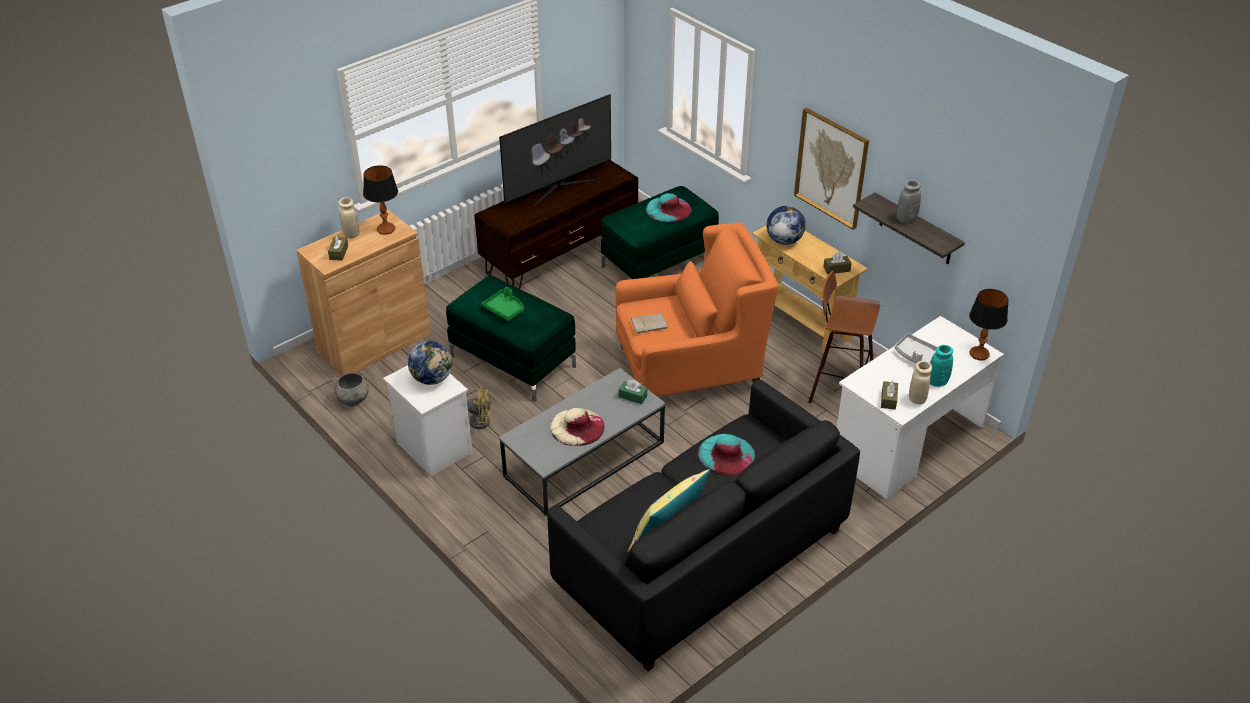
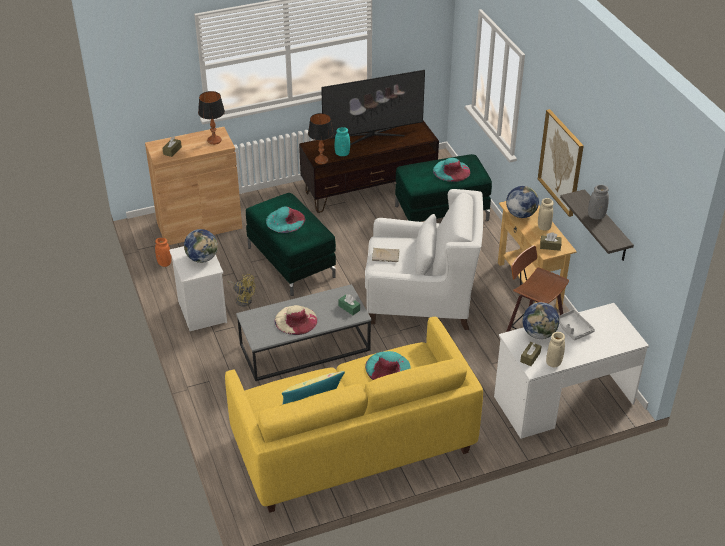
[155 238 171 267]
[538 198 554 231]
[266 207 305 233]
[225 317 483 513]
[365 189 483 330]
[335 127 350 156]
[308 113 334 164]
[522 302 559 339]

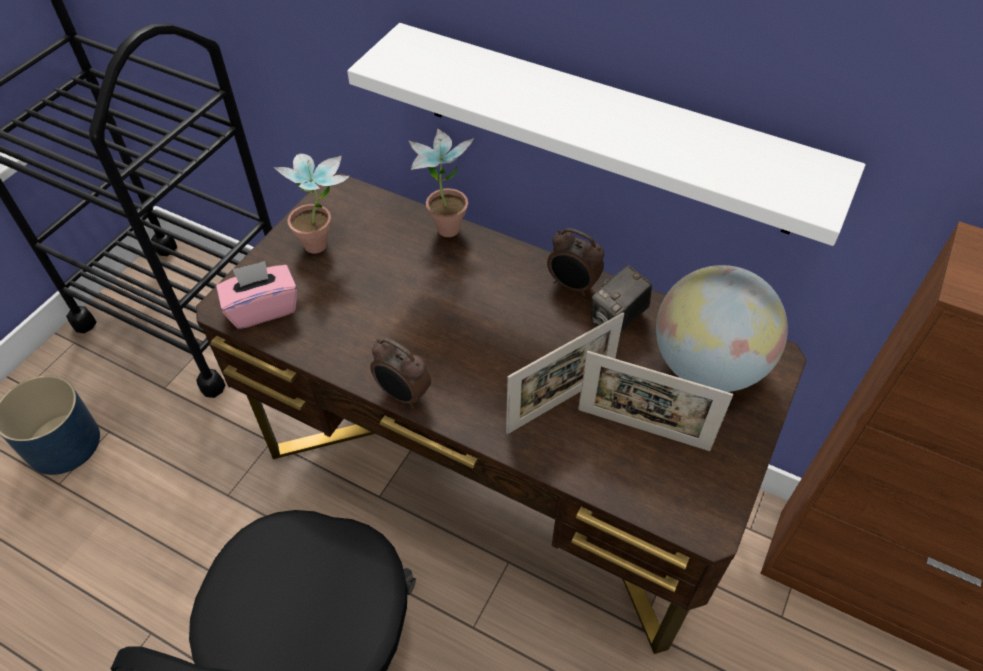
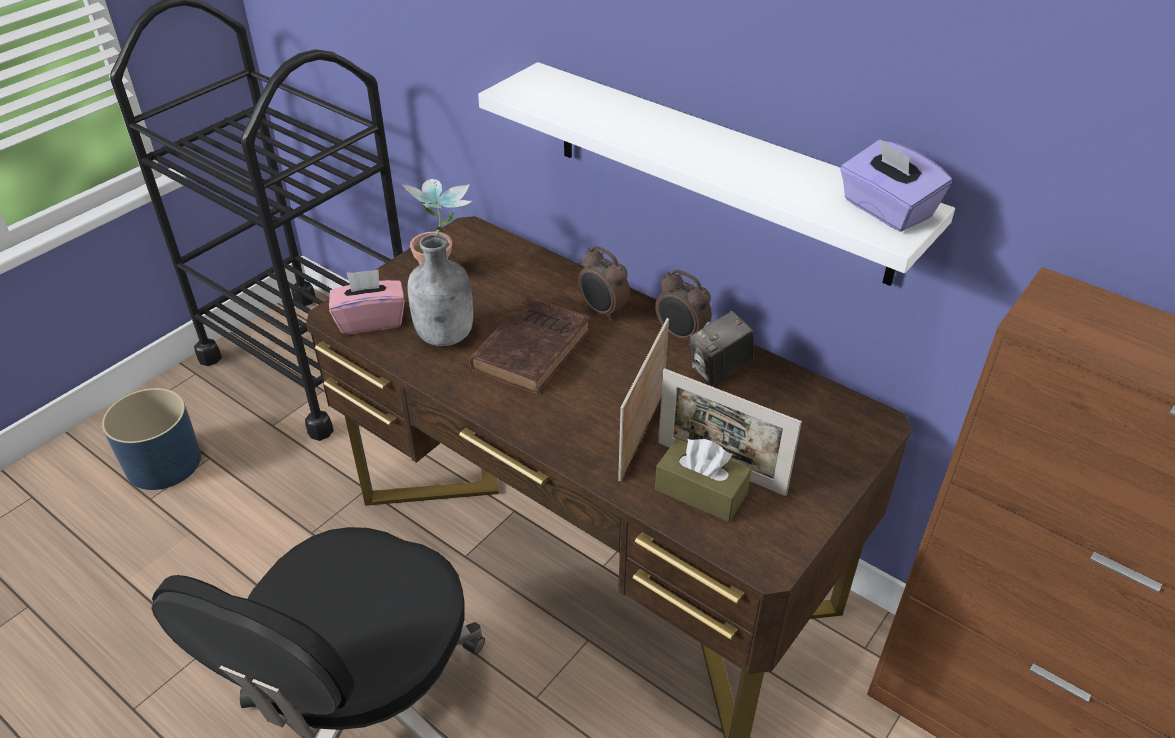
[578 246 630 321]
[408 128 474 237] (first image)
[618 318 669 481]
[656 265 788 392] (first image)
[408 234 473 346]
[469 296 591 394]
[655 439 751 522]
[840 139 952 232]

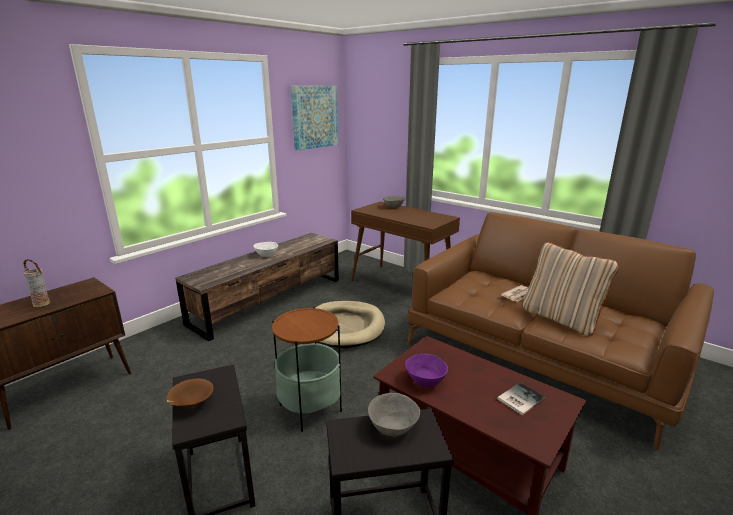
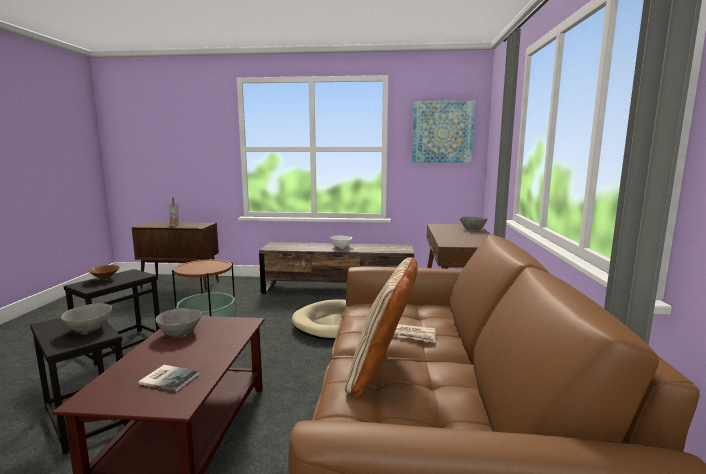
[156 308 202 337]

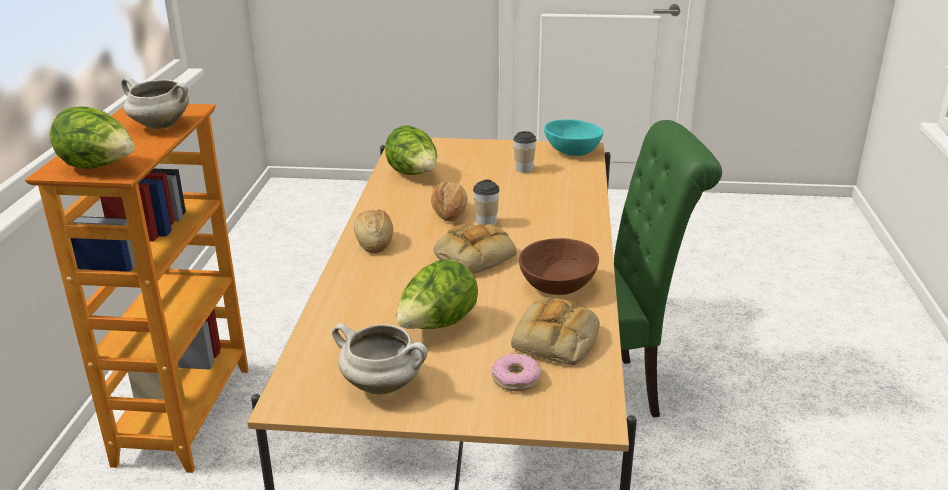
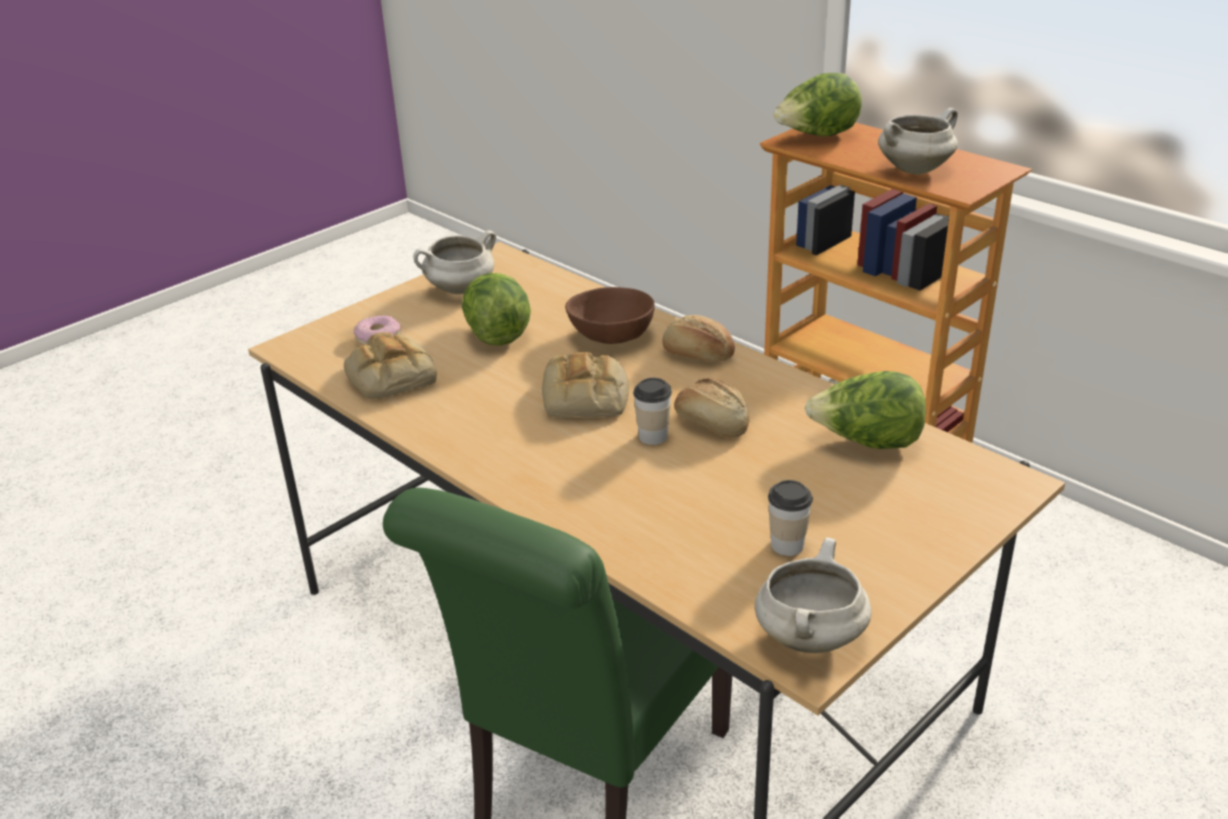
[565 287 655 344]
[755 537 871 653]

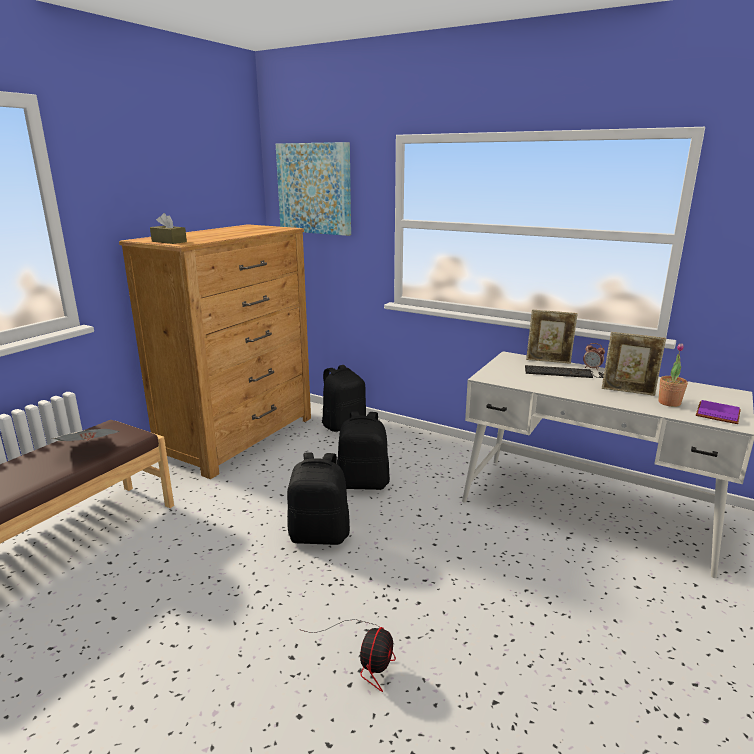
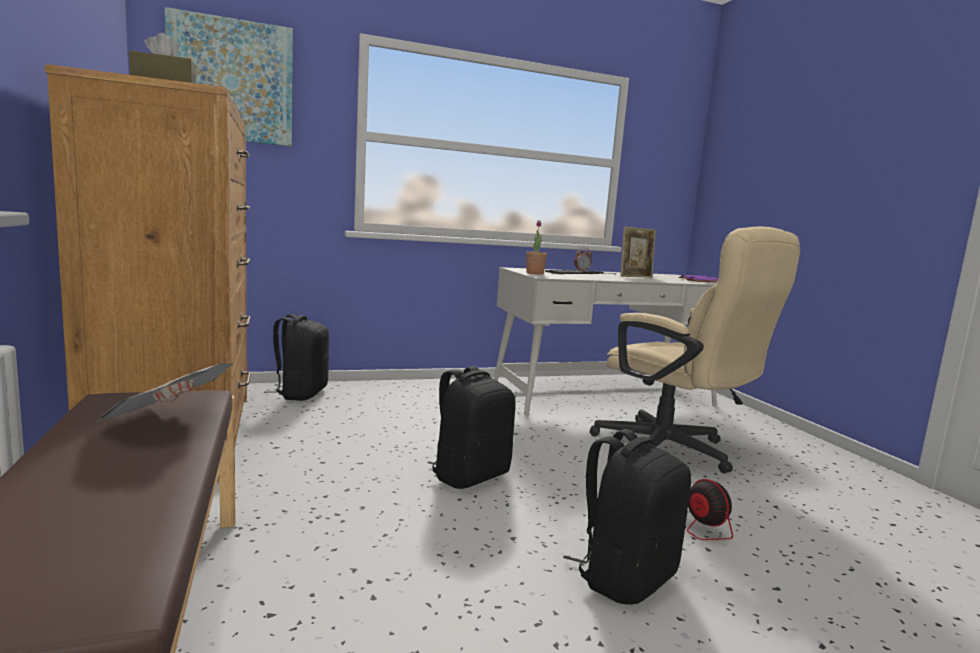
[563 429 691 605]
[526 310 578 364] (first image)
[526 221 547 274]
[590 227 800 473]

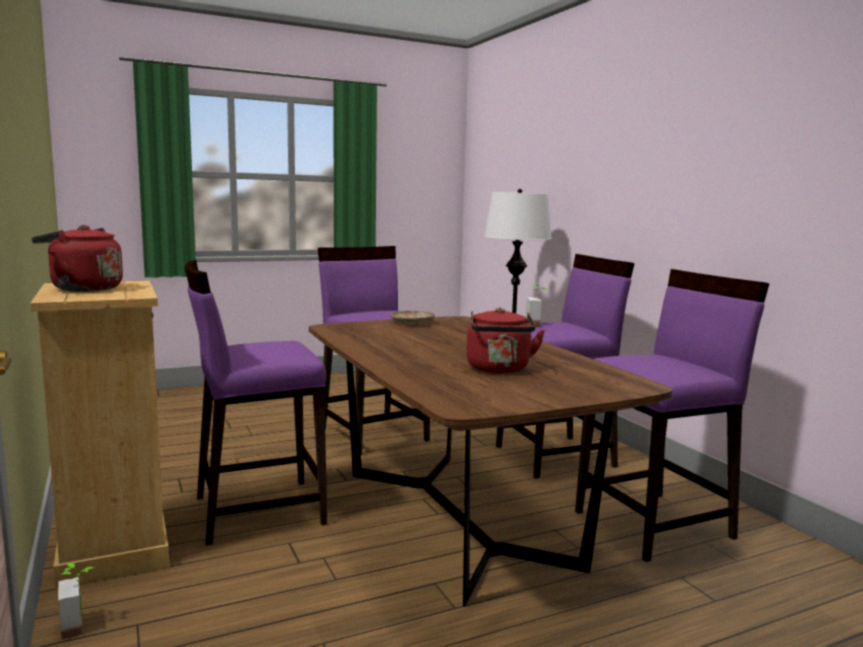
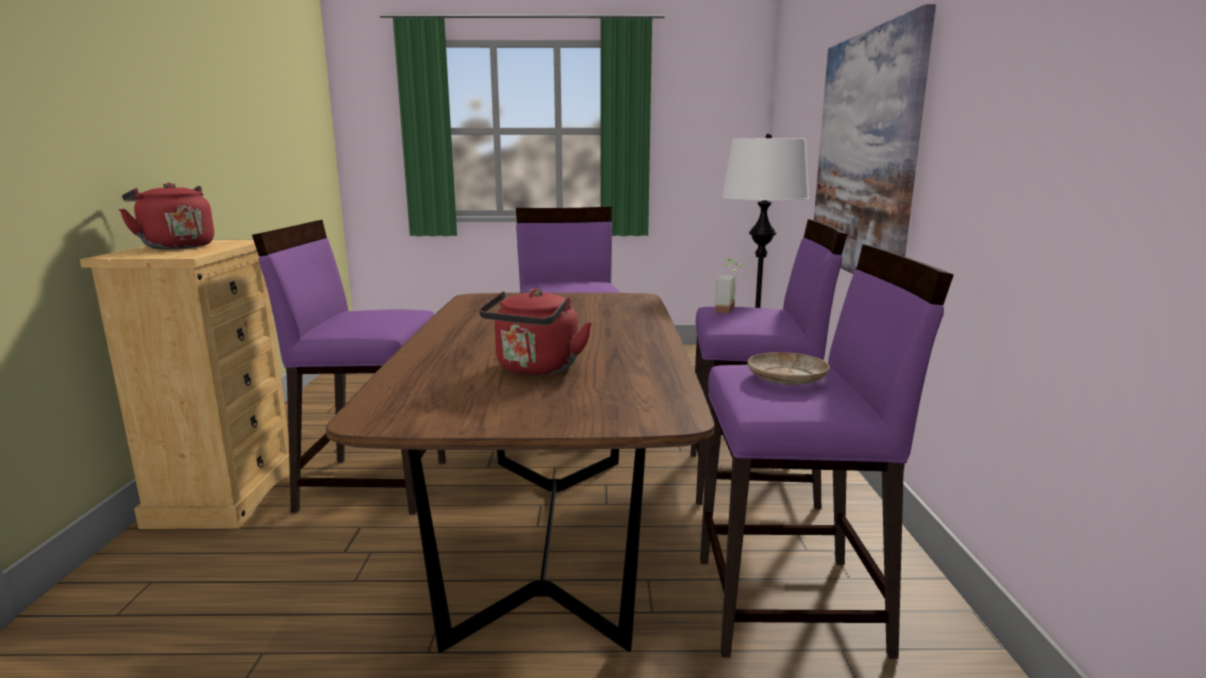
[58 563 95 640] (first image)
[748 352 830 385]
[814 4 936 274]

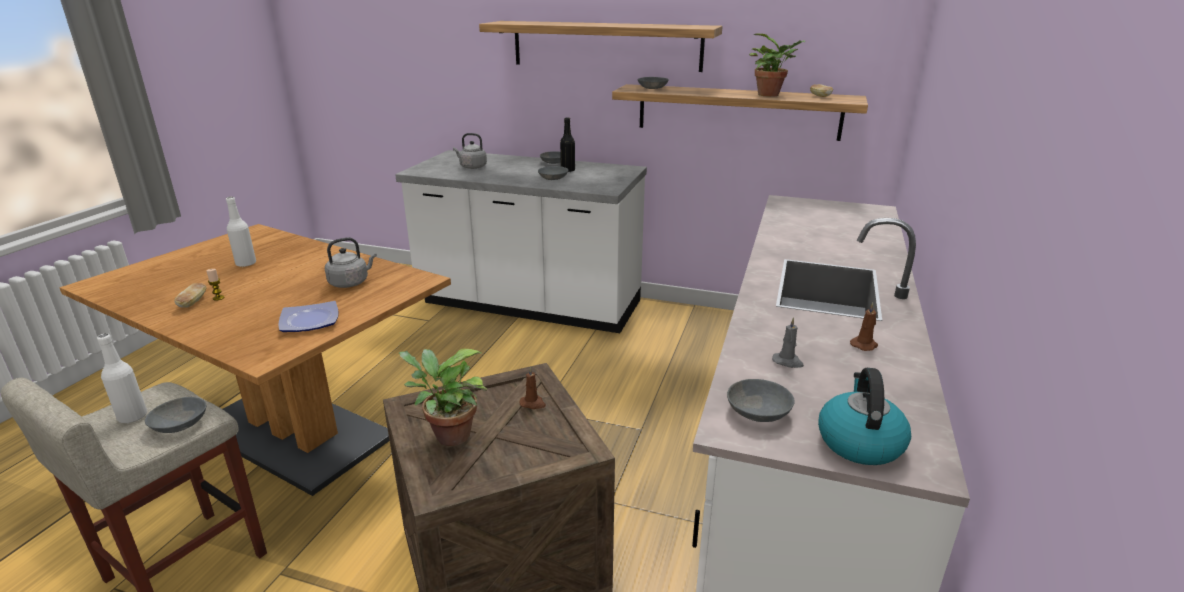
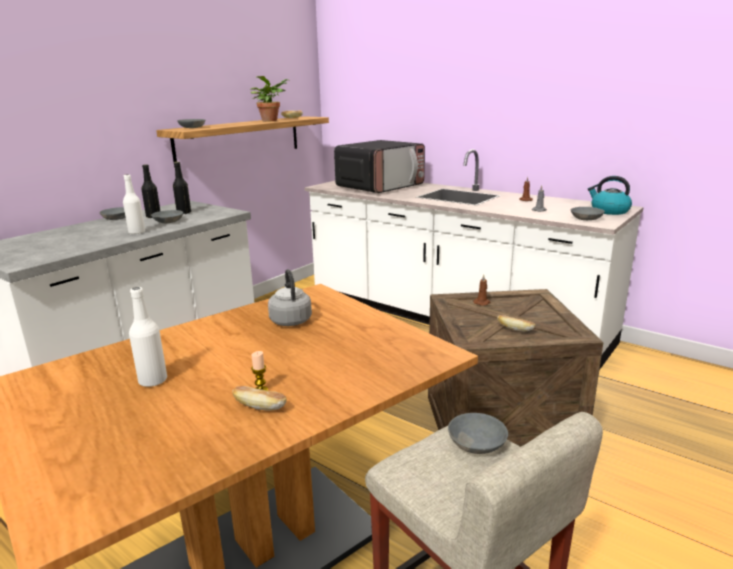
[123 174 145 234]
[278 301 339 332] (first image)
[497 315 535 331]
[453 133 487 169] (first image)
[479 21 723 72] (first image)
[173 162 191 214]
[334 140 425 193]

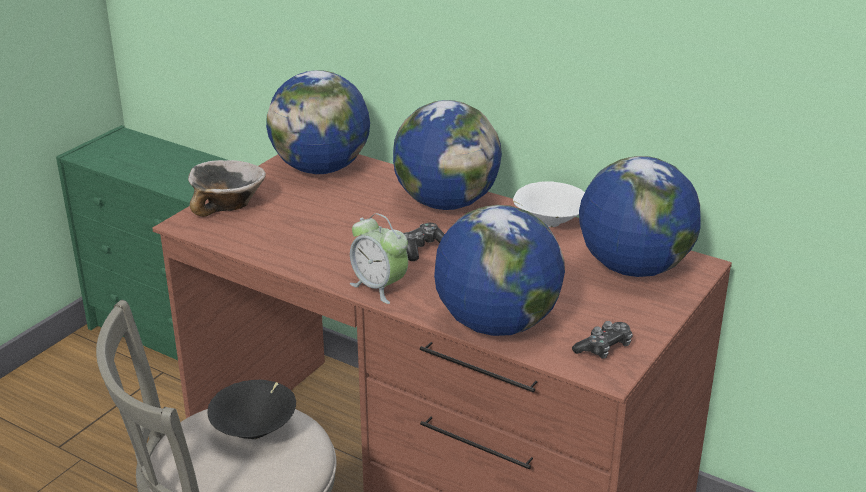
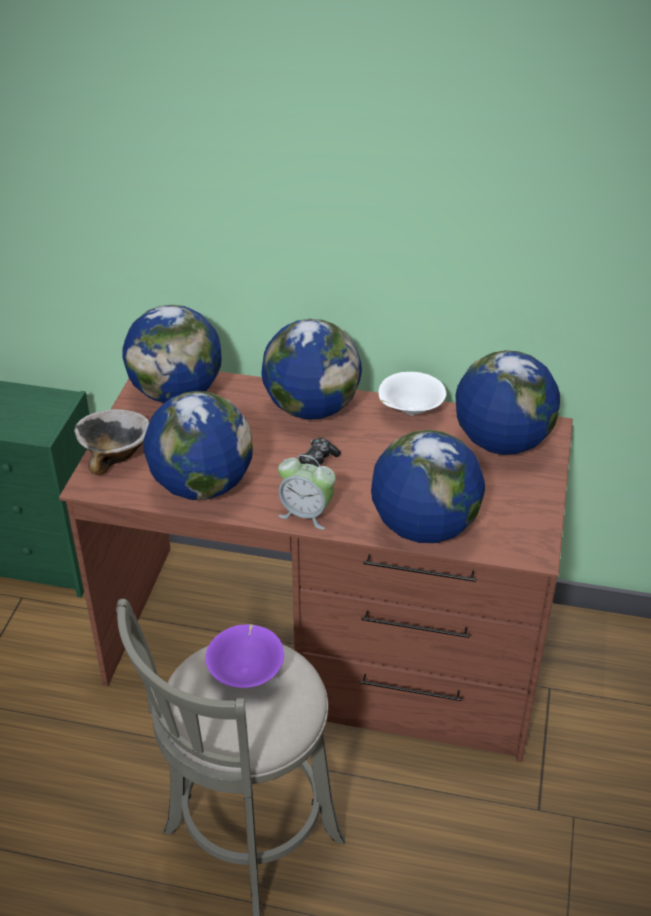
[205 624 284 688]
[572 321 633 359] (first image)
[143 391 253 500]

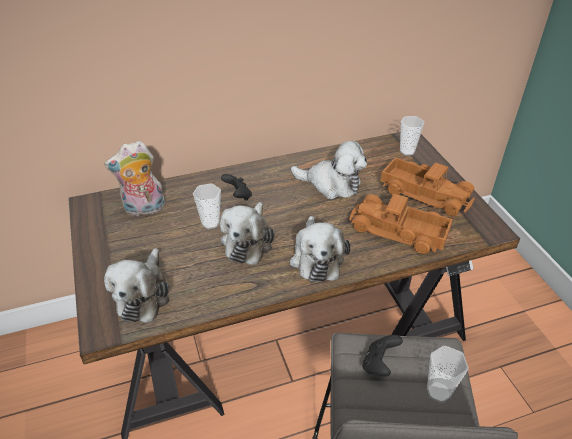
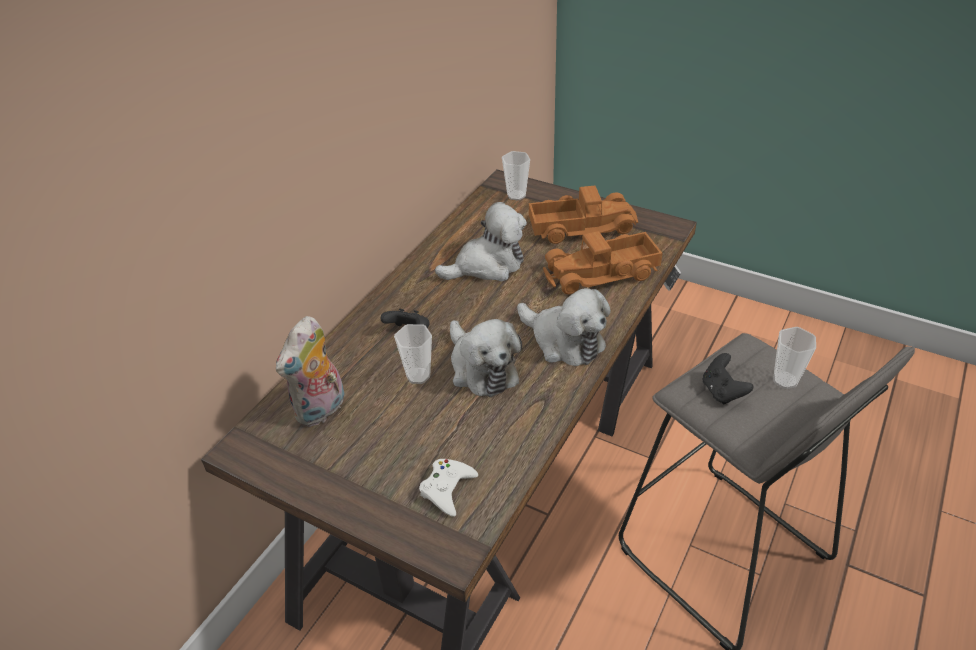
[419 459 478 517]

